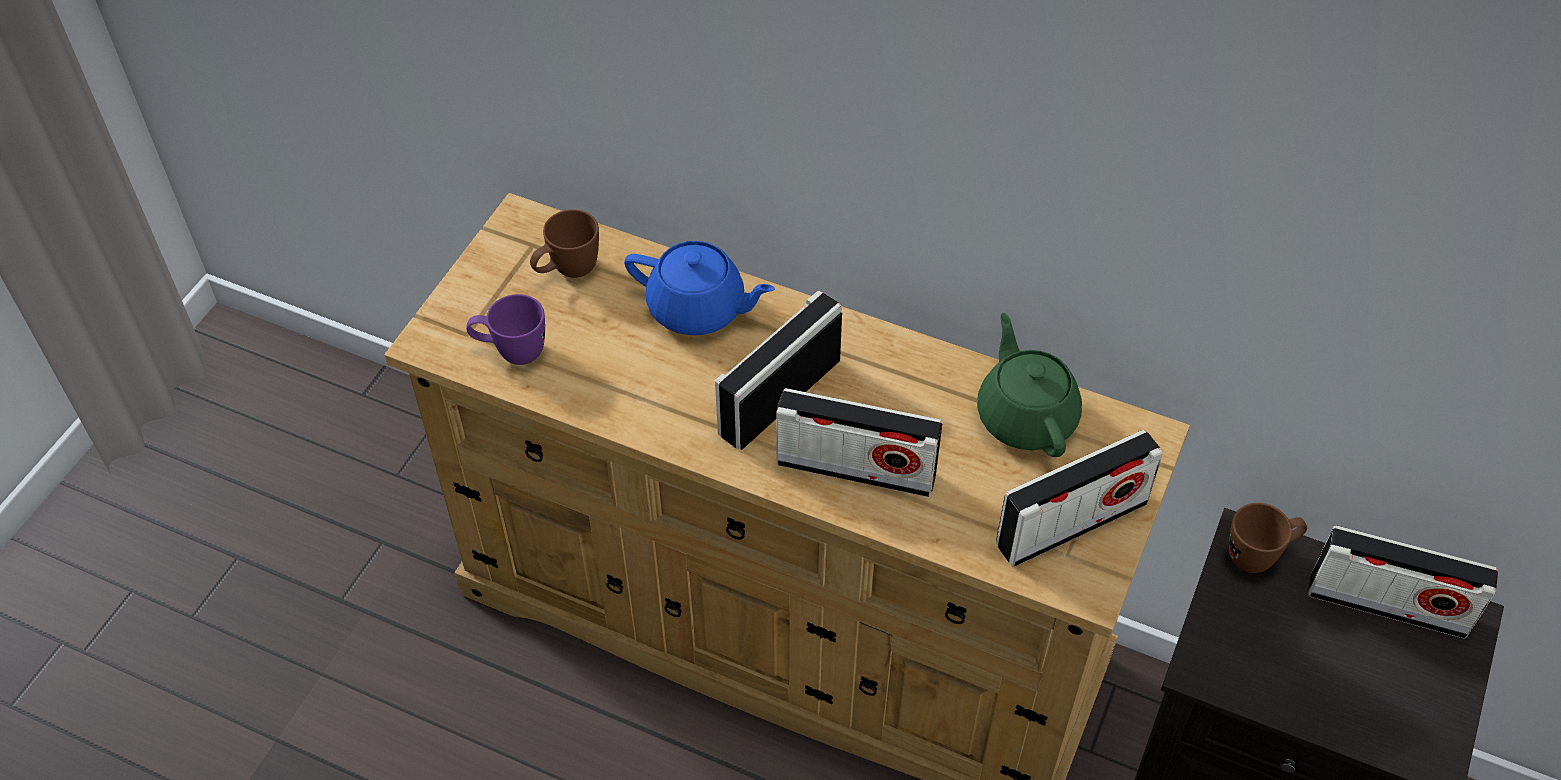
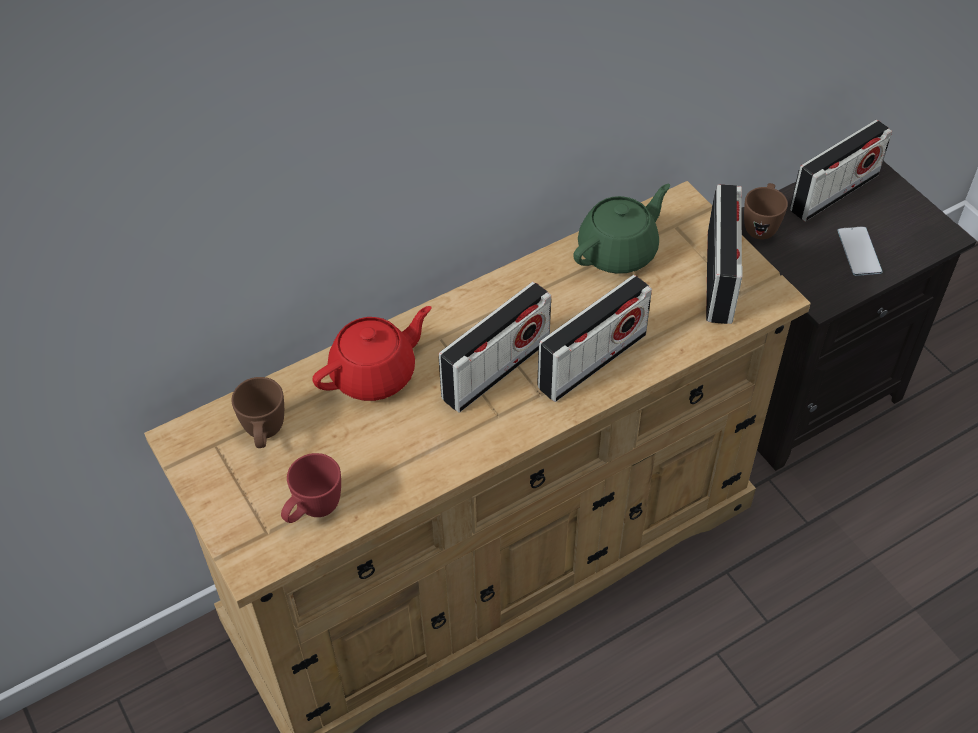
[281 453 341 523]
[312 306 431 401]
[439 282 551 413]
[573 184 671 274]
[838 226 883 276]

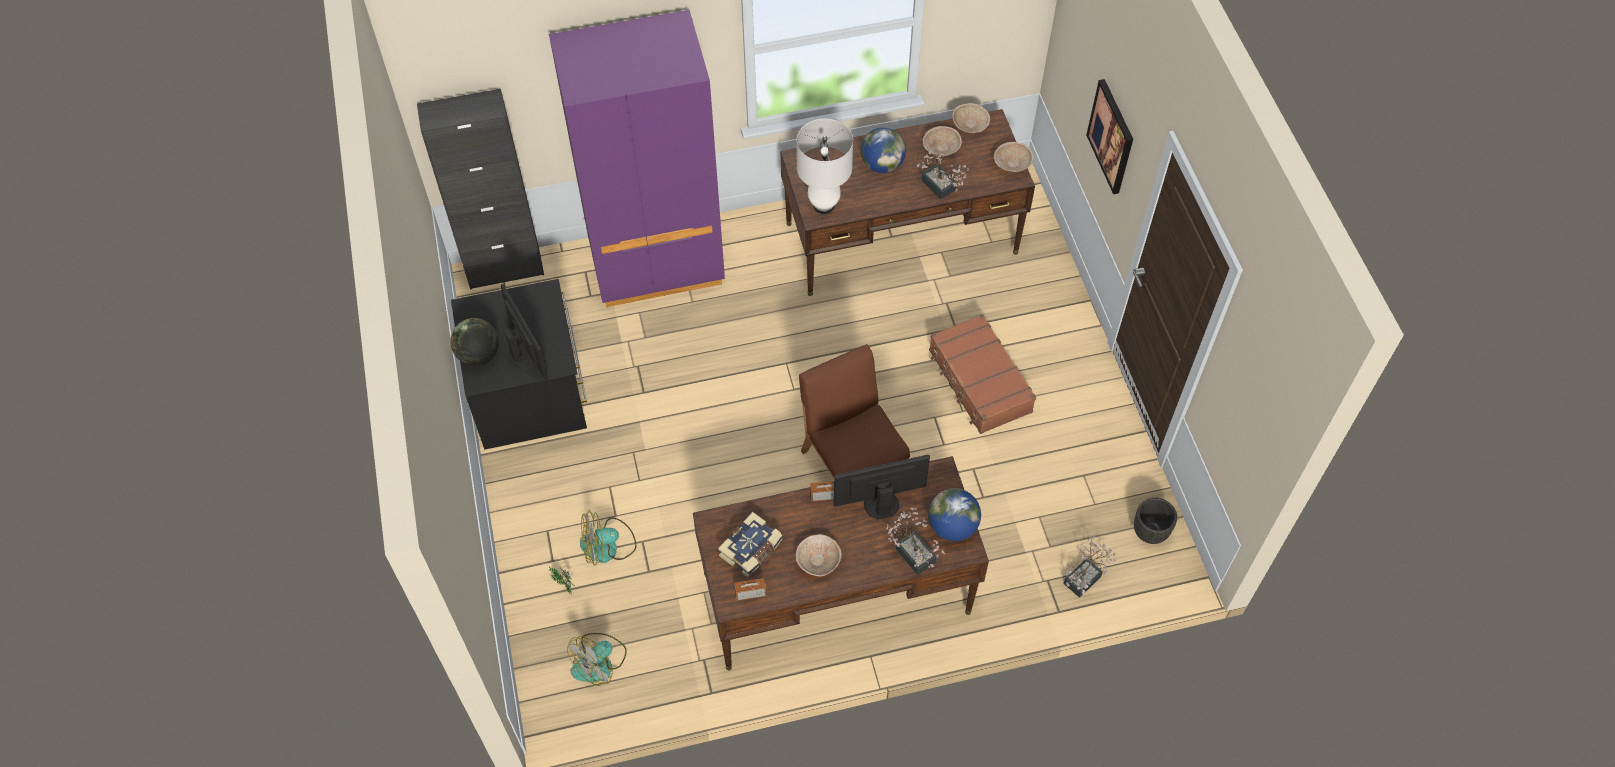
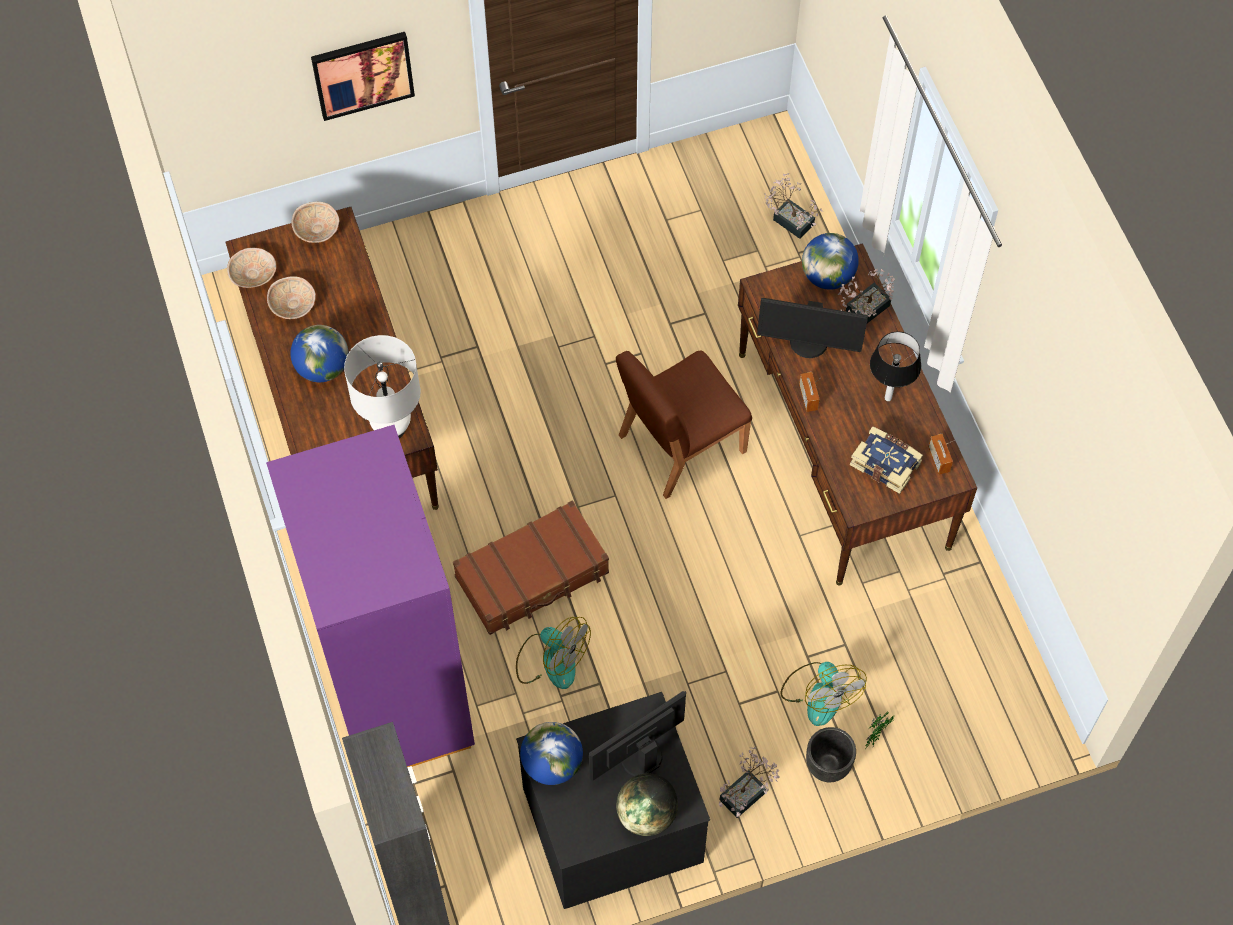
[516 617 591 689]
[870 332 921 401]
[757 298 868 358]
[719 747 780 818]
[453 501 609 635]
[806 727 856 782]
[520 722 583 785]

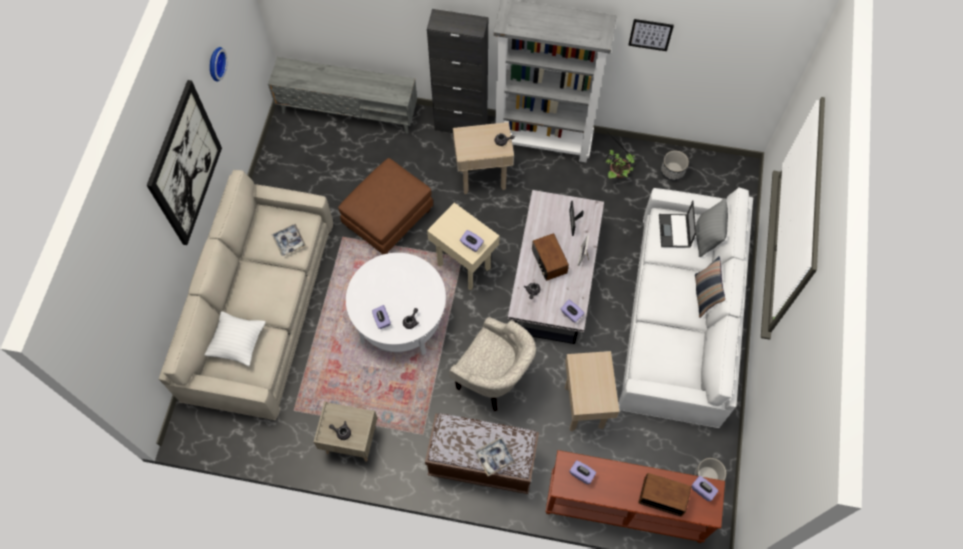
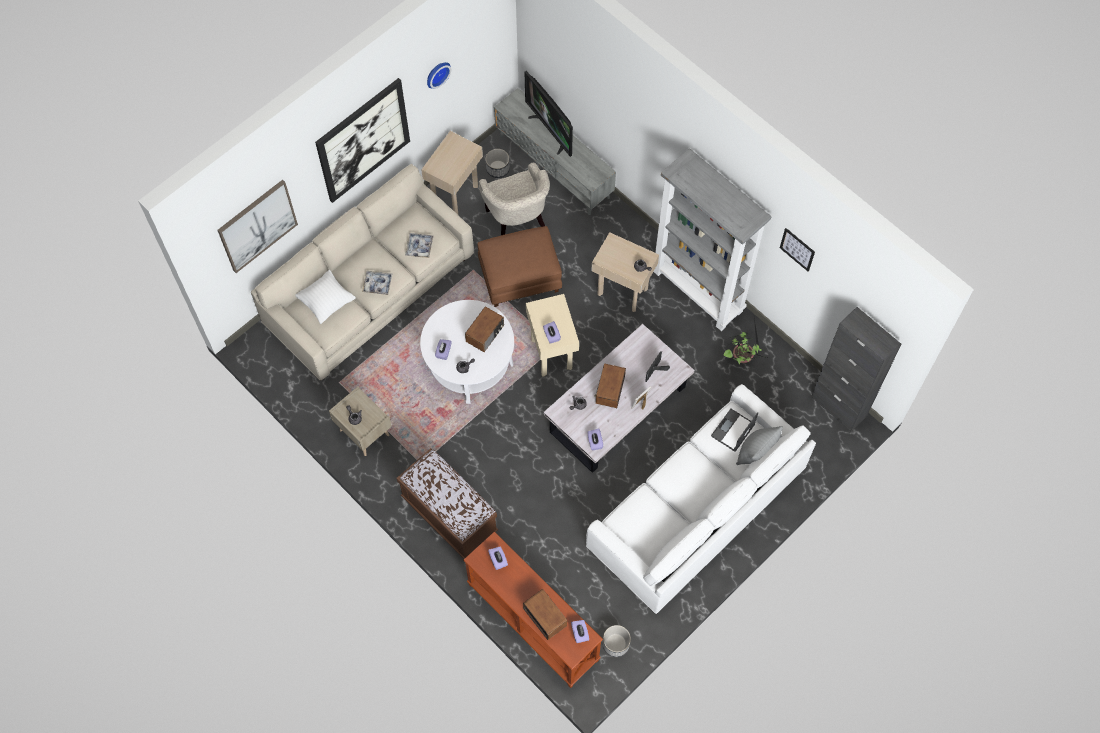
[811 307 901 432]
[479 163 550 235]
[362 271 393 295]
[421 131 483 214]
[486 149 510 178]
[695 256 725 318] (first image)
[218 180 298 273]
[465 306 504 352]
[524 71 573 157]

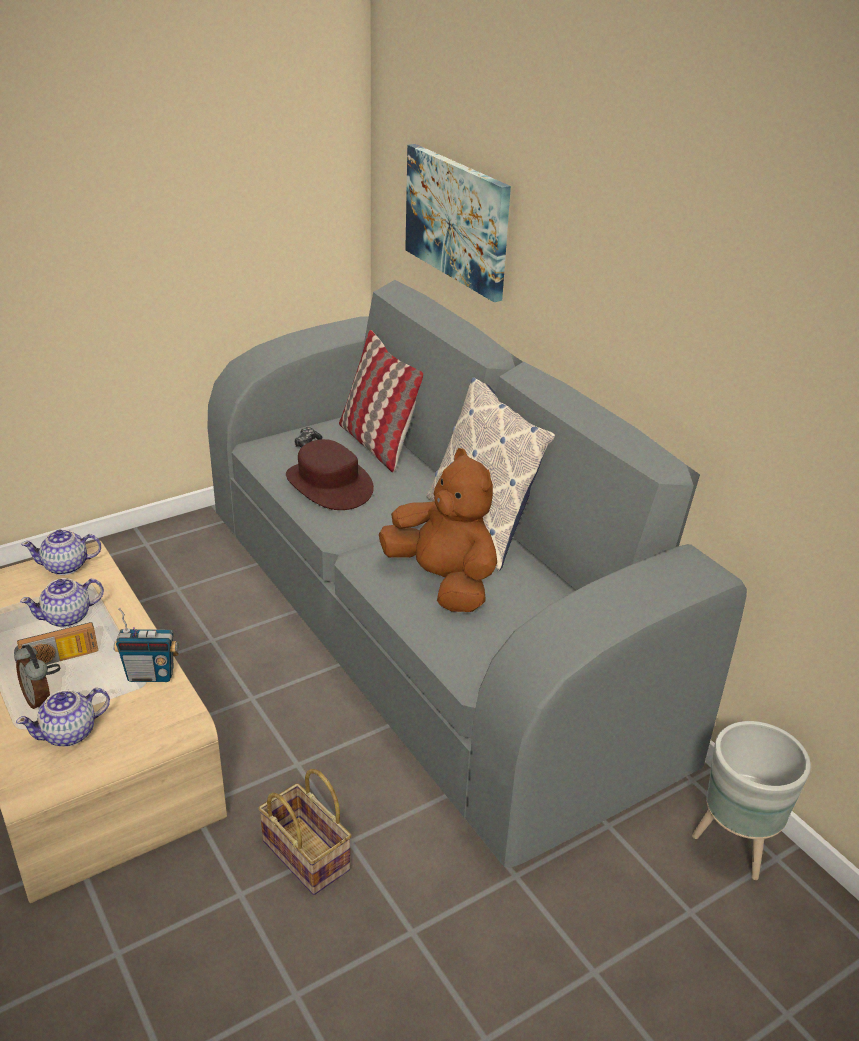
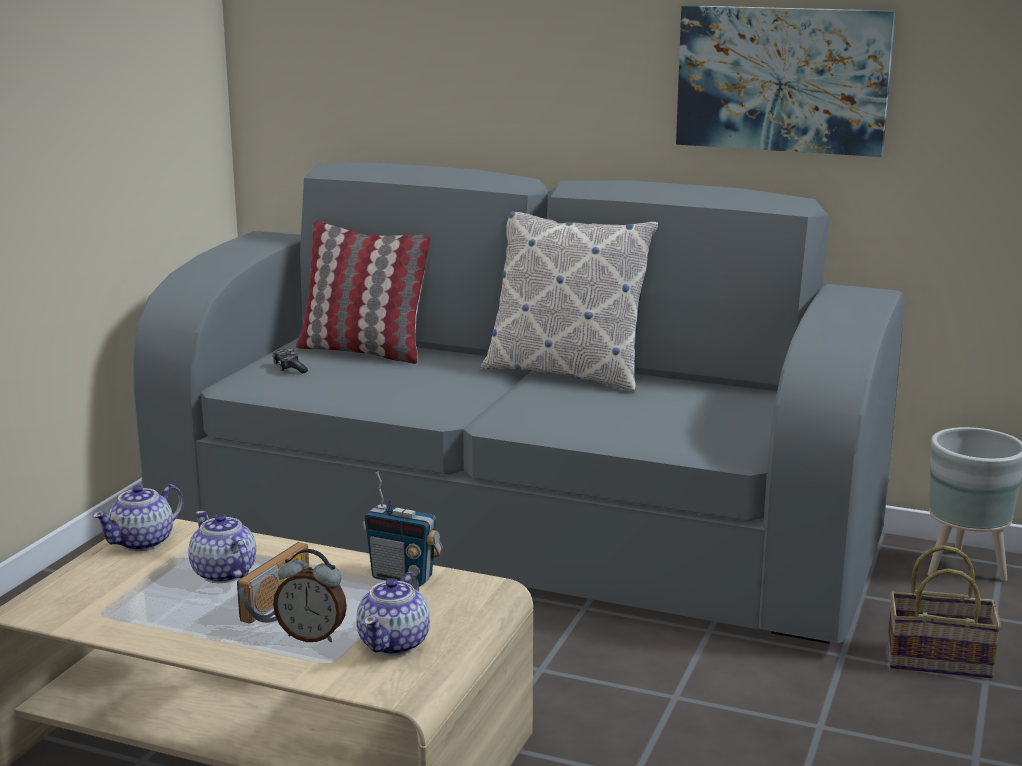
[188 511 256 583]
[362 471 443 587]
[887 545 1002 679]
[286 439 374 510] (first image)
[379 448 497 612] (first image)
[676 5 896 157]

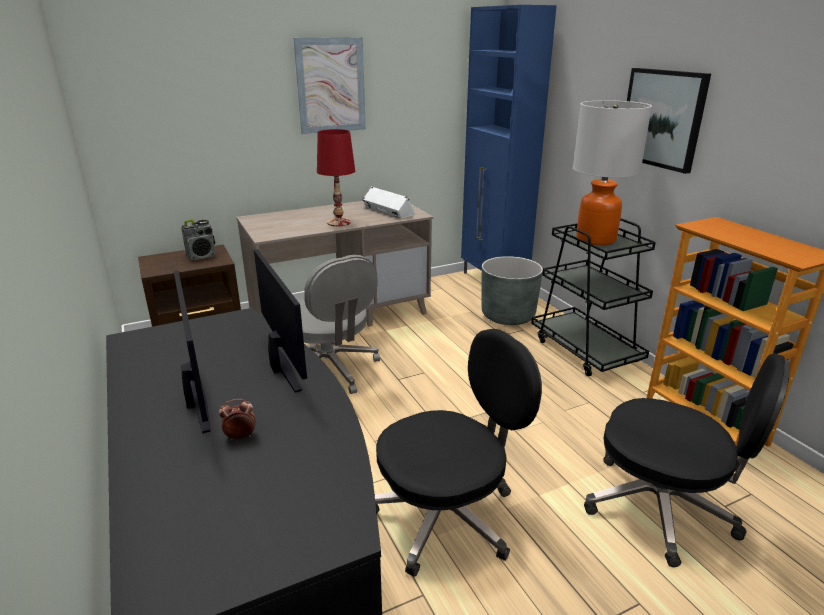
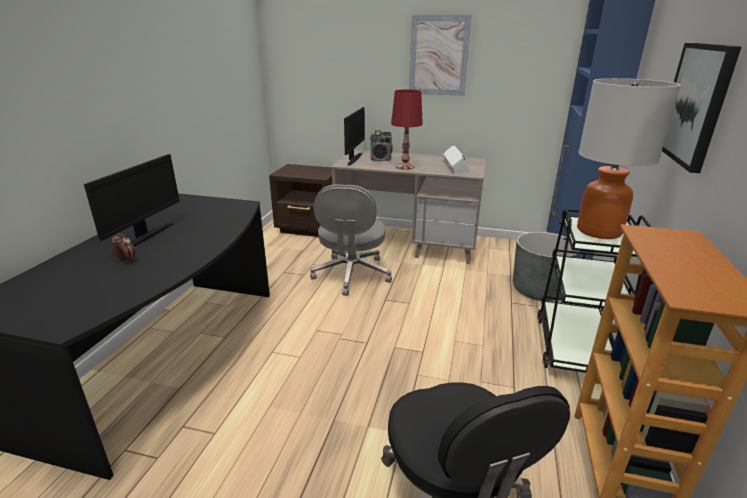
[370 130 392 161]
[344 107 365 165]
[375 329 542 577] (first image)

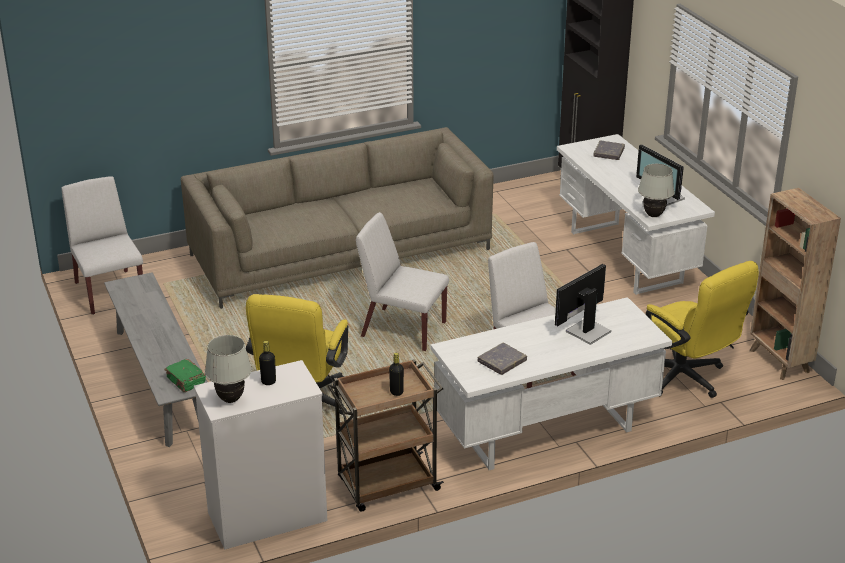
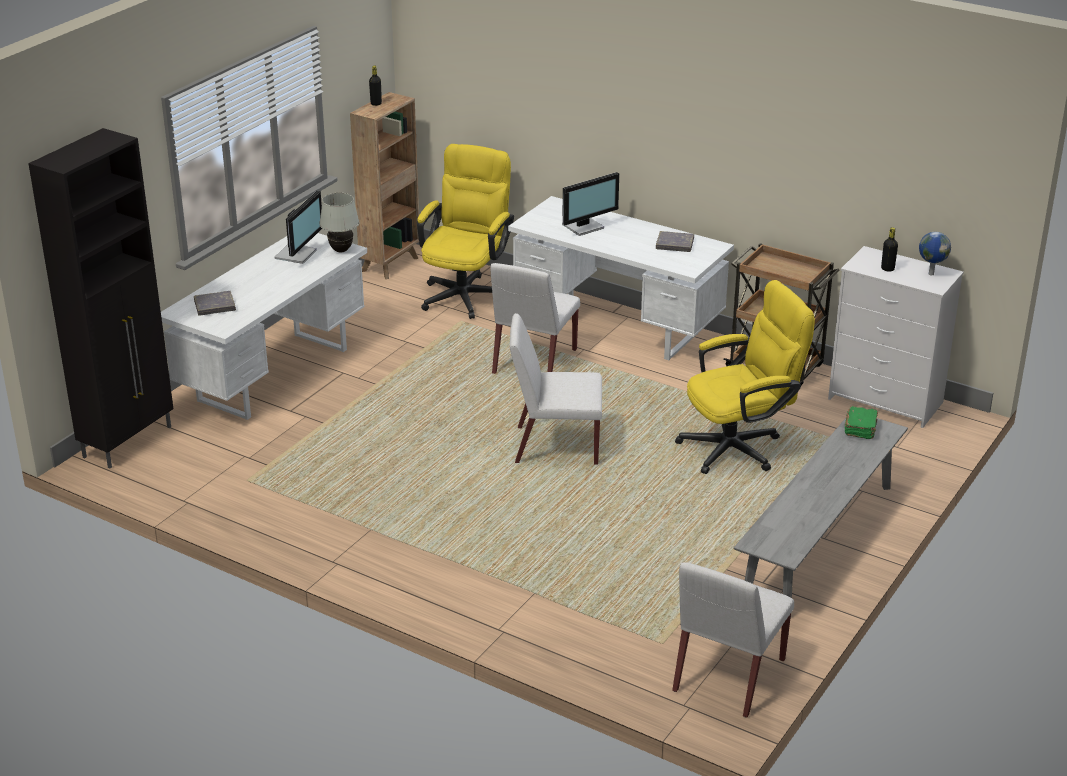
[181 127 493 309] (first image)
[919 232 951 275]
[510 313 602 465]
[369 65 382 106]
[562 172 619 236]

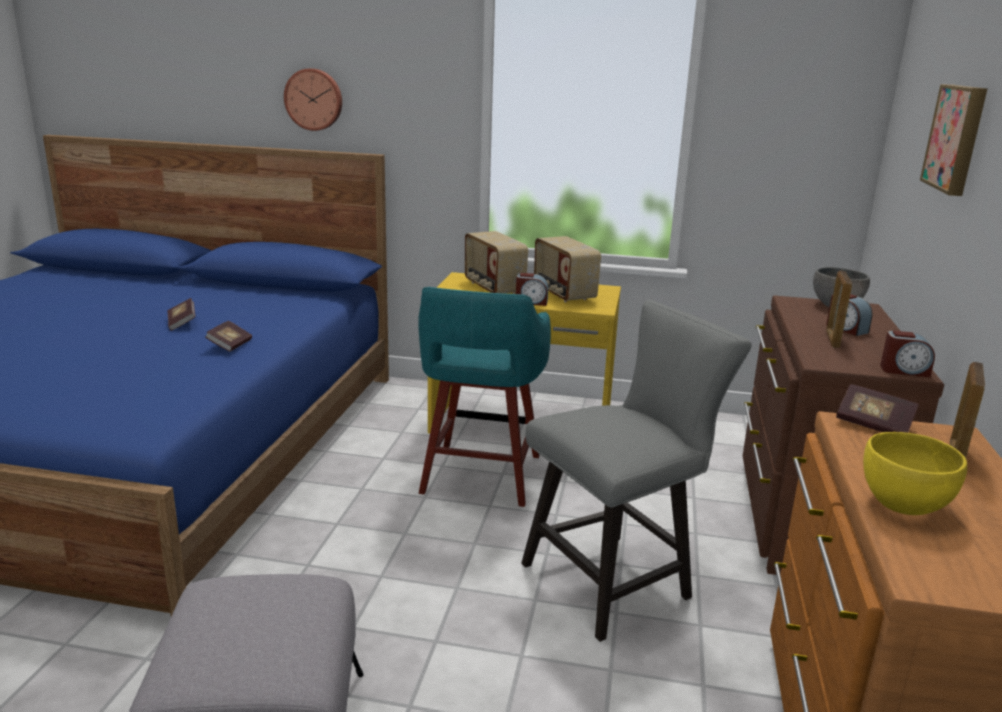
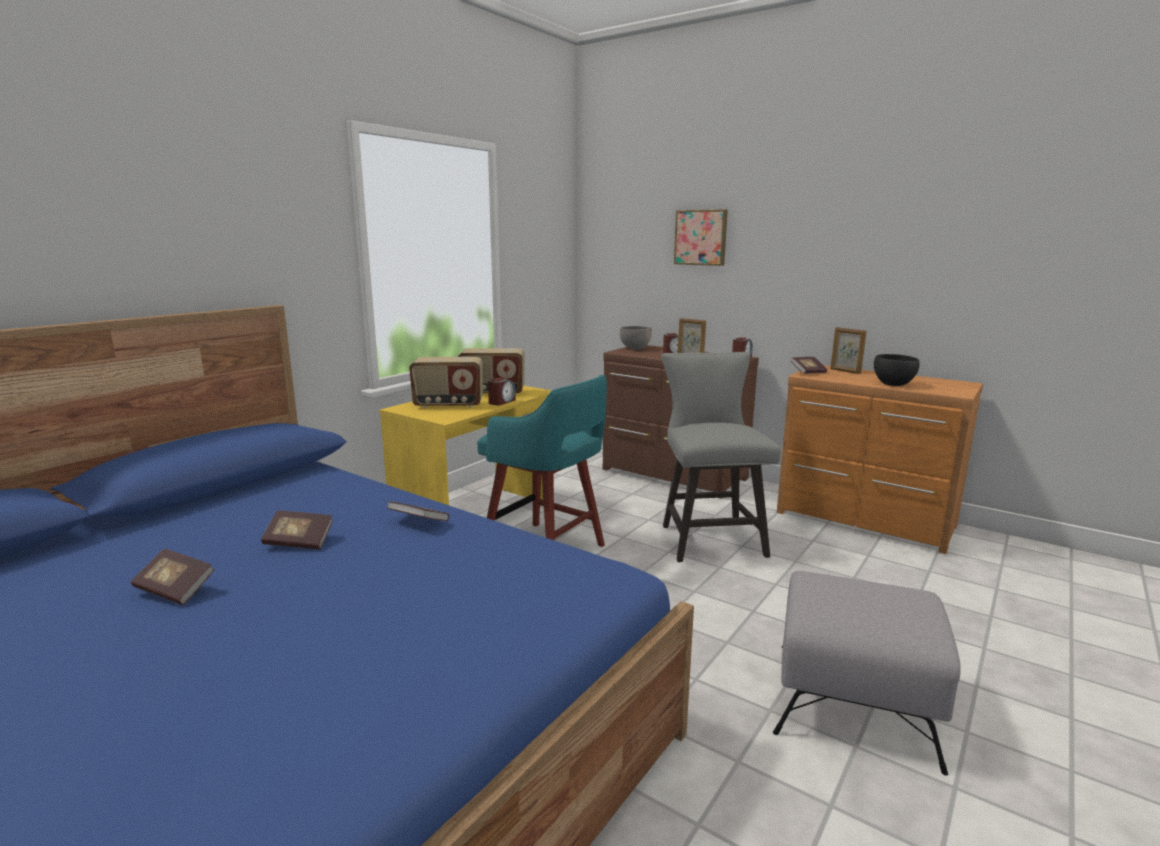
[284 68 342 131] (first image)
[874 354 920 386]
[131 548 215 605]

